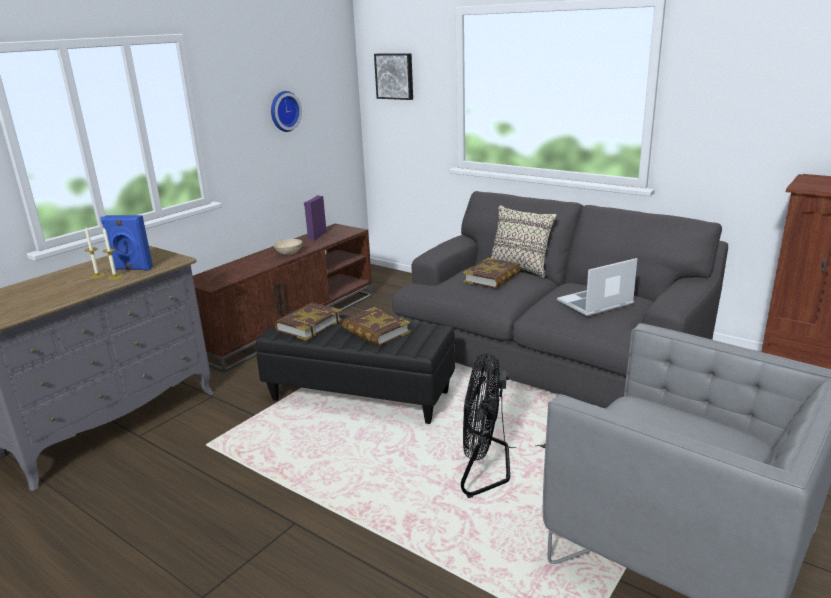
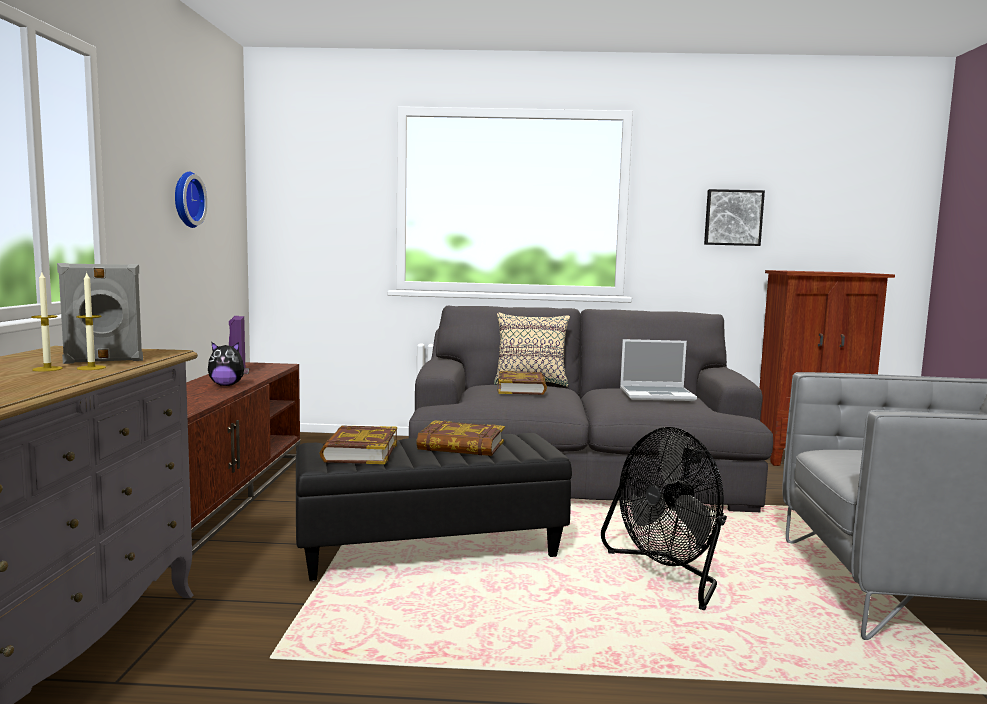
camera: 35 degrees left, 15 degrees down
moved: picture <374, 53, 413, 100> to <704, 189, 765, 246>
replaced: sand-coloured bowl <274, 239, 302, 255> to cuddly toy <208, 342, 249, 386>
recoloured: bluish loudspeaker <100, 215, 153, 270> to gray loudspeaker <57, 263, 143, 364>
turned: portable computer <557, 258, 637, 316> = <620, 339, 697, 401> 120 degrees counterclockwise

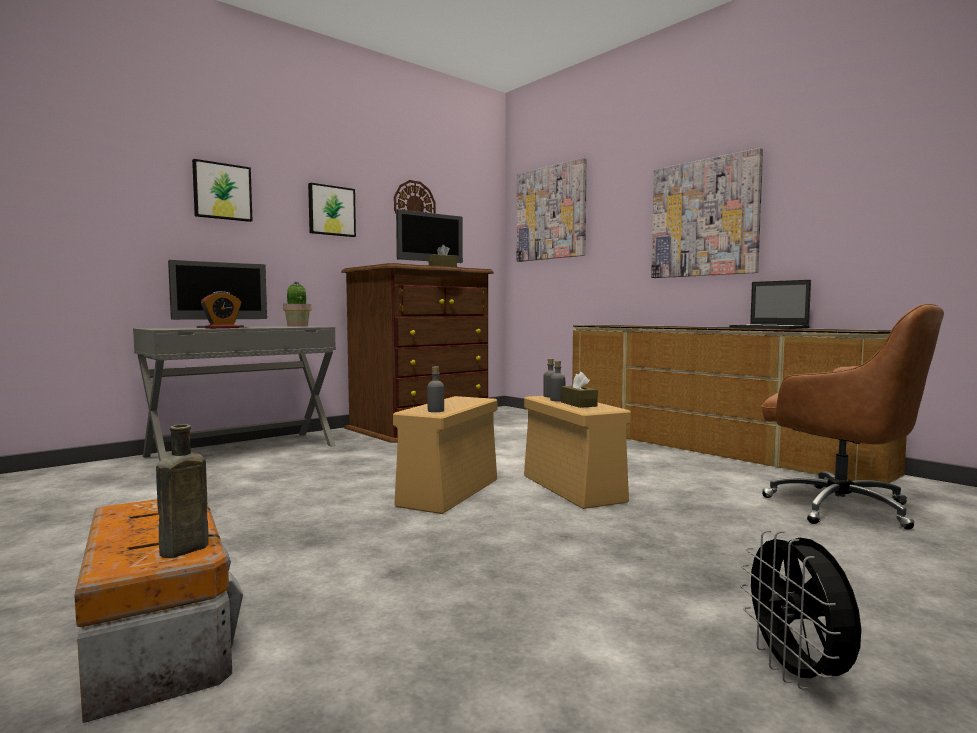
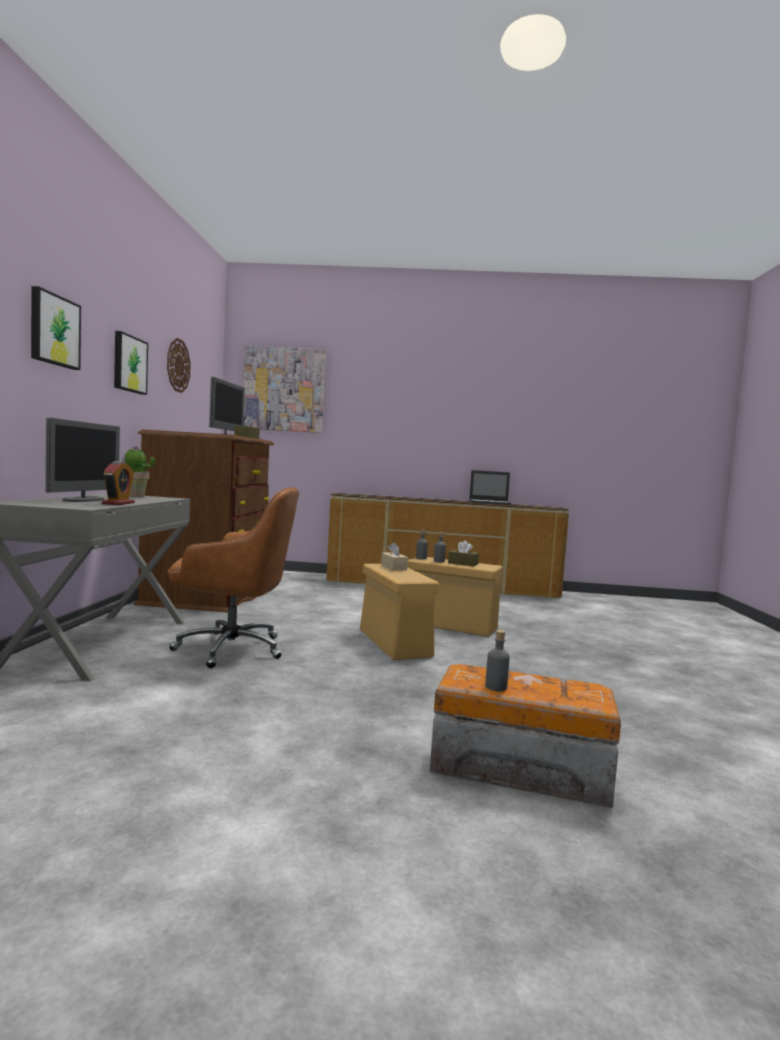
camera: 45 degrees left, 0 degrees up
removed: brown drink bottle <156, 424, 209, 558>; picture <651, 148, 763, 278>; black-coloured fan <740, 530, 861, 690>
added: sand-coloured tissue box <381, 542, 408, 570>
moved: gray drink bottle <427, 367, 444, 412> to <485, 630, 510, 691>; brown office chair <762, 304, 944, 530> to <168, 487, 299, 668>

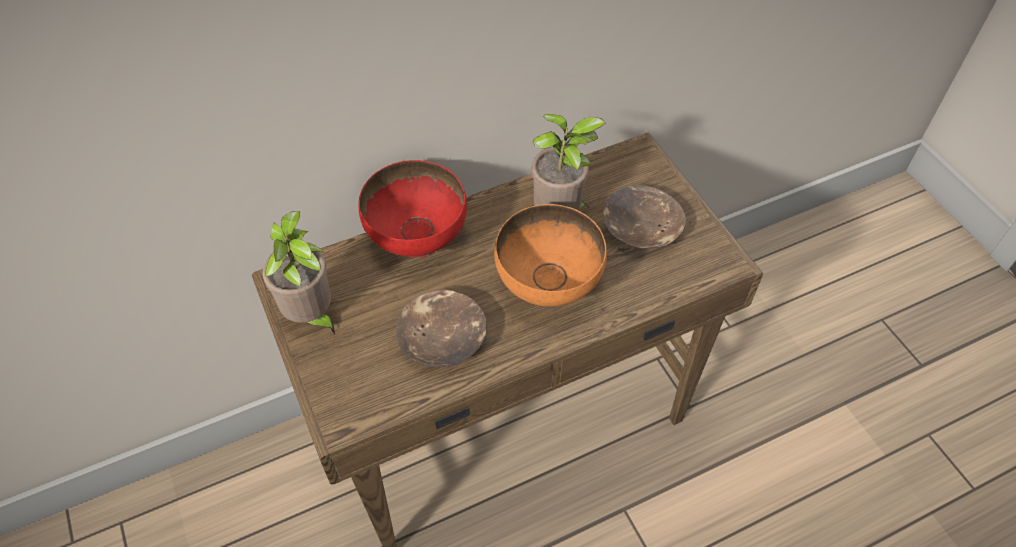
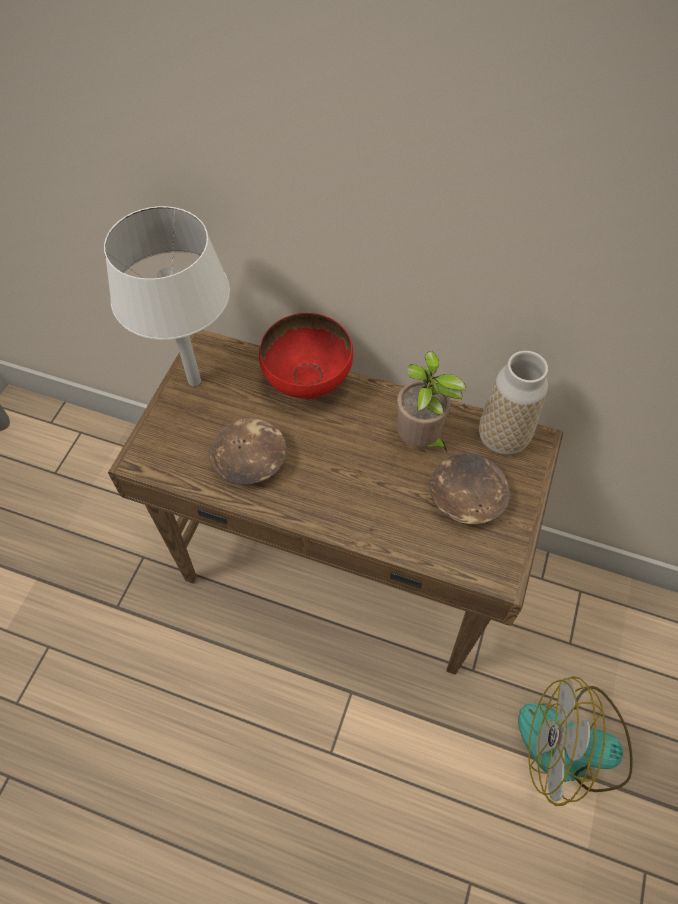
camera: 45 degrees right, 5 degrees up
removed: orange bowl <494, 204, 607, 307>
added: decorative vase <479, 351, 548, 456>; fan <518, 676, 633, 806>
replaced: plant in a pot <262, 211, 335, 335> to white table lamp <104, 206, 230, 387>

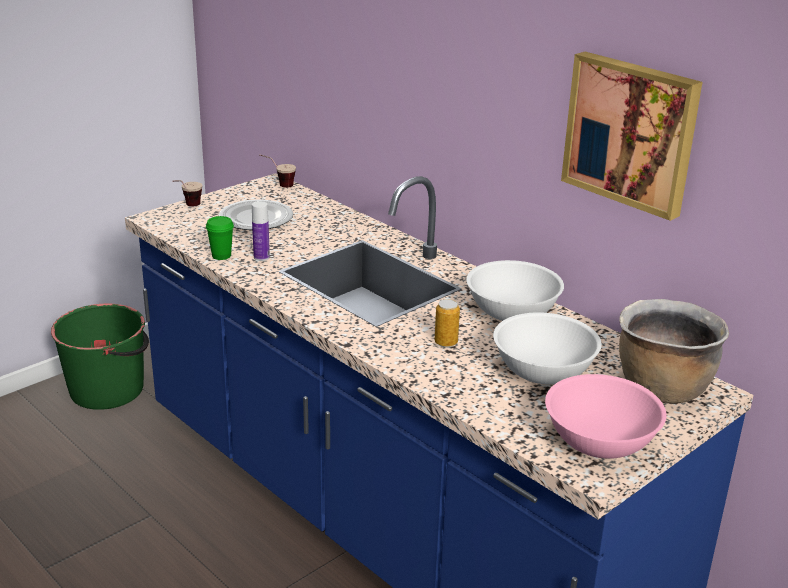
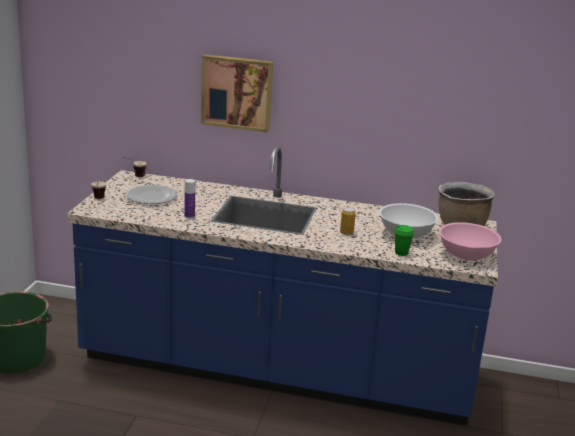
camera: 35 degrees left, 5 degrees down
removed: white bowl <467, 260, 564, 321>
moved: green drinking cup <206, 216, 234, 260> to <394, 225, 414, 256>; picture <561, 52, 702, 221> to <201, 54, 273, 133>

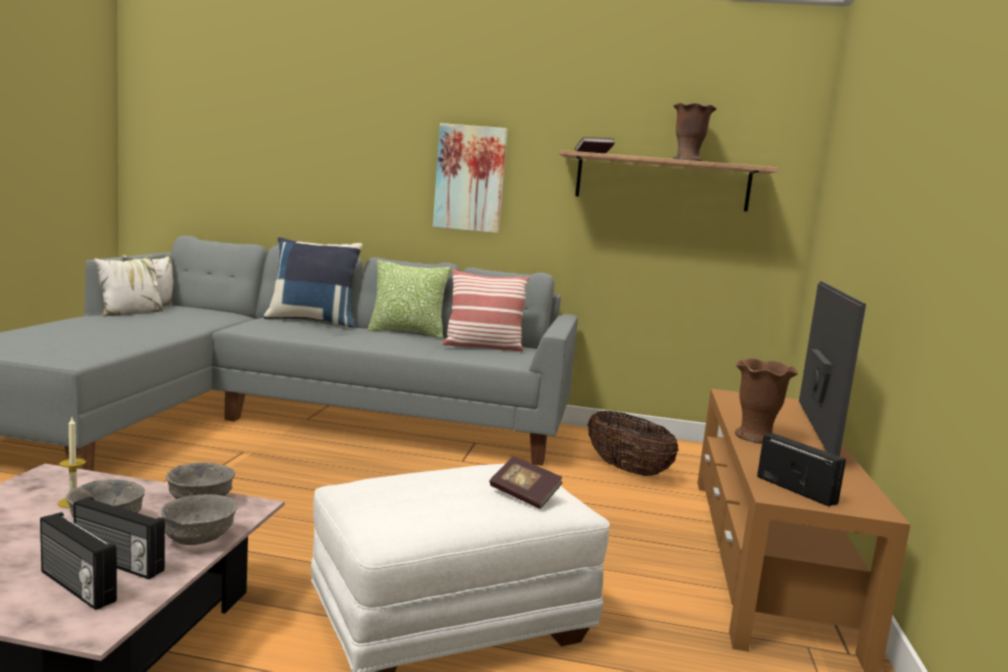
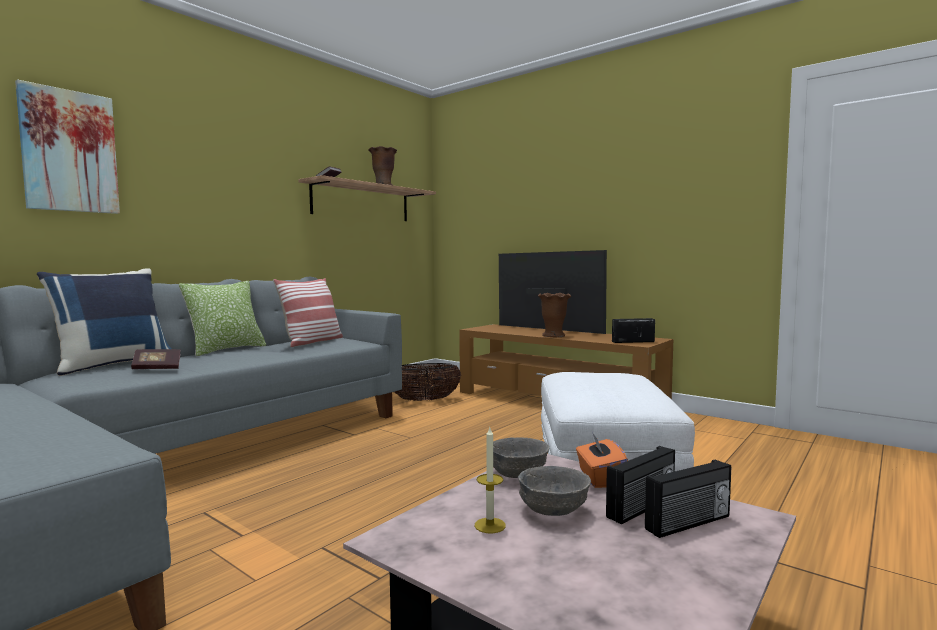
camera: 60 degrees left, 5 degrees down
moved: picture <433, 123, 508, 233> to <15, 79, 120, 214>; book <490, 456, 563, 509> to <131, 349, 181, 369>
replaced: gray bowl <161, 494, 237, 545> to orange tissue box <576, 432, 628, 488>

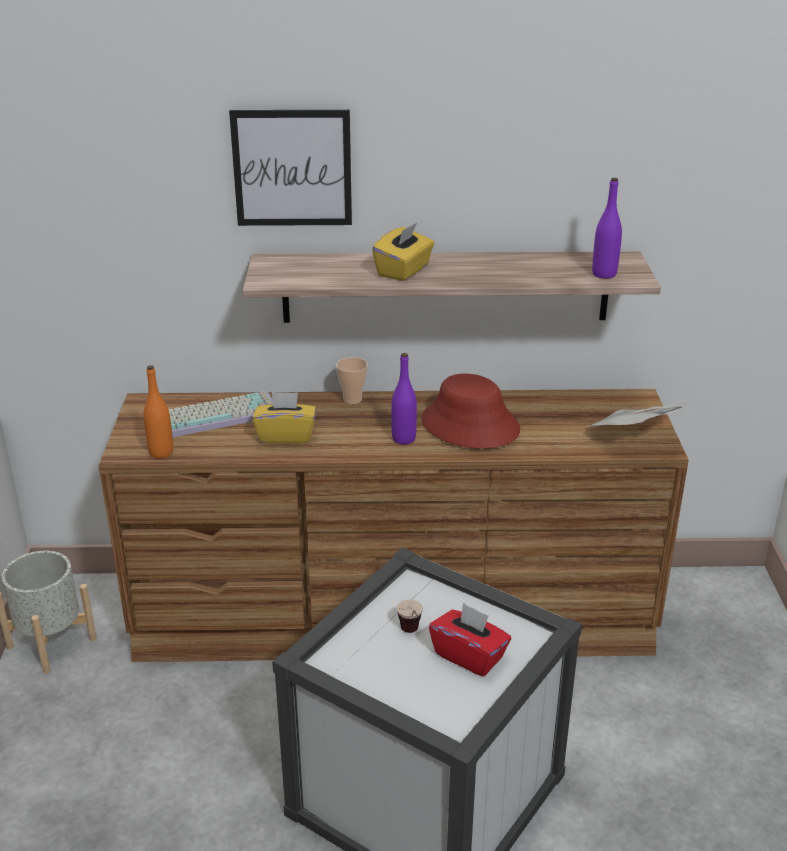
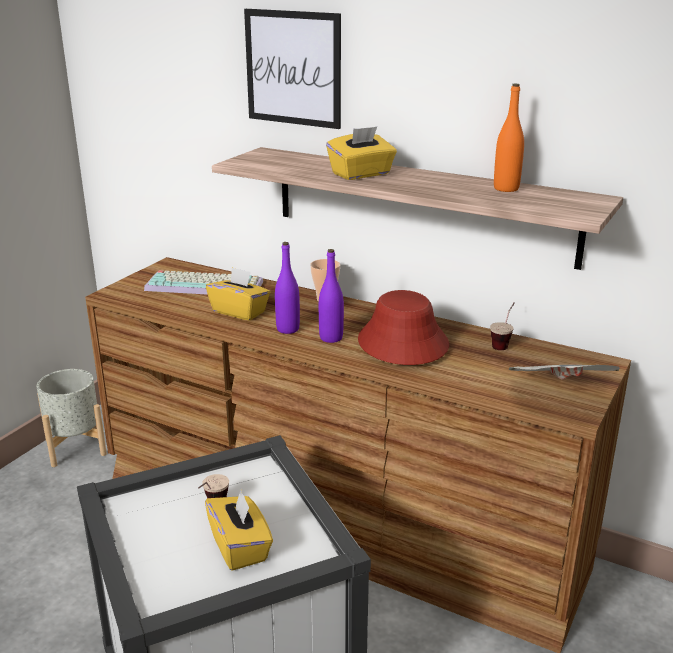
camera: 30 degrees right, 5 degrees down
added: drinking cup <490, 302, 515, 350>
moved: orange drink bottle <144, 365, 173, 458> to <494, 84, 524, 192>; purple drink bottle <592, 178, 622, 279> to <275, 242, 300, 334>
recoloured: red tissue box <429, 603, 511, 677> to yellow-coloured tissue box <205, 490, 273, 571>

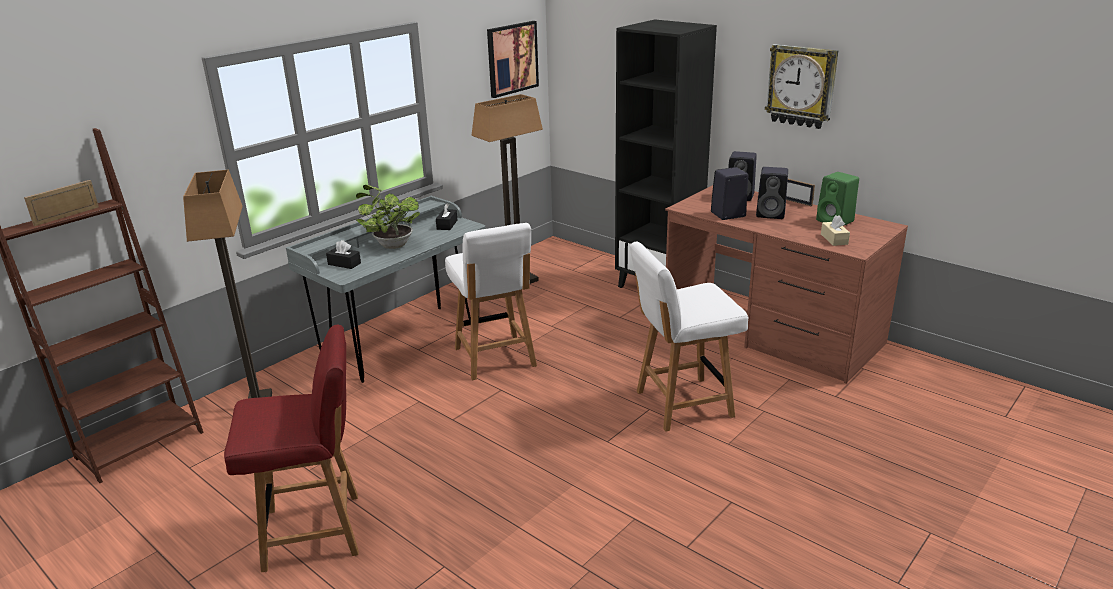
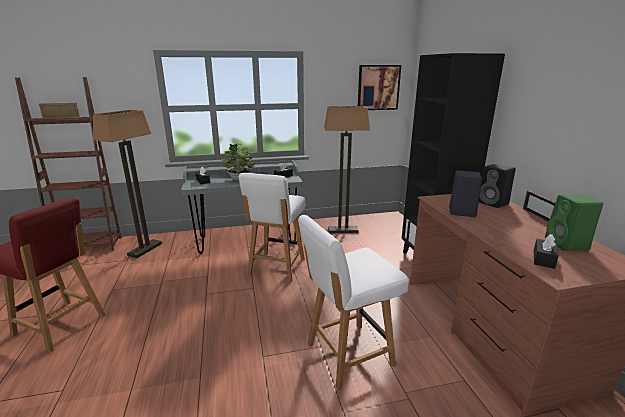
camera: 35 degrees right, 5 degrees down
removed: black-coloured loudspeaker <756, 167, 788, 219>; clock on the wall <765, 44, 838, 129>
recoloured: sand-coloured tissue box <821, 215, 850, 246> to black-coloured tissue box <533, 234, 559, 269>
turned: white plain chair <630, 242, 748, 432> = <298, 215, 409, 390> 45 degrees counterclockwise

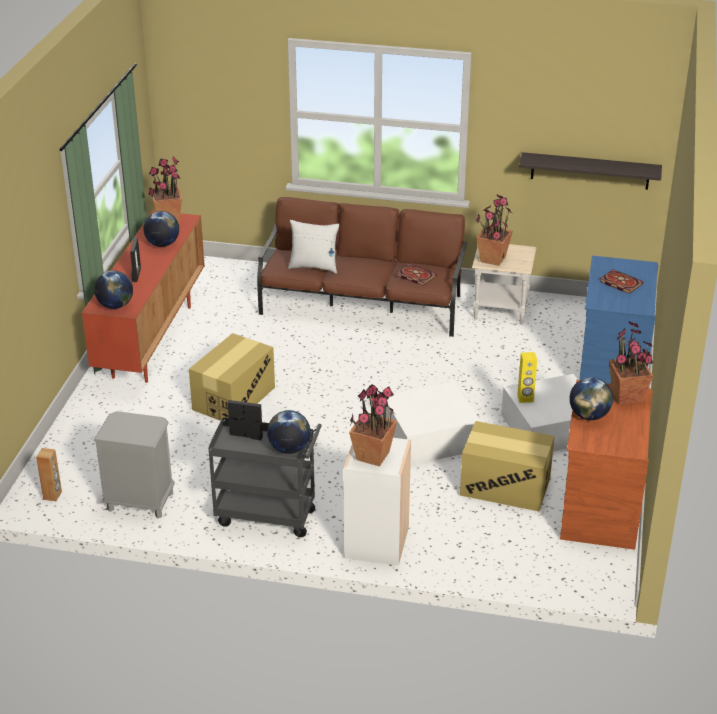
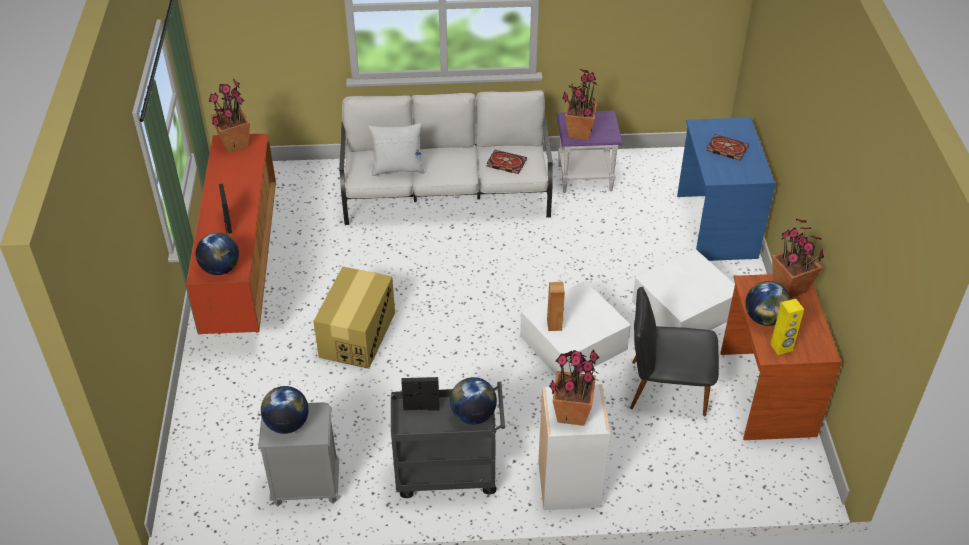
camera: 15 degrees left, 10 degrees up
removed: wall shelf <519, 152, 662, 190>
moved: brown loudspeaker <36, 448, 62, 501> to <547, 281, 565, 331>; desk globe <144, 211, 179, 247> to <261, 386, 309, 434>; yellow-coloured loudspeaker <517, 352, 537, 403> to <770, 299, 804, 355>
replaced: carton <460, 421, 555, 511> to black-coloured plain chair <630, 286, 719, 416>
recoloured: brown settee <257, 197, 467, 337> to white settee <339, 90, 553, 225>; sand-coloured accent table <472, 244, 536, 325> to purple accent table <556, 111, 623, 193>

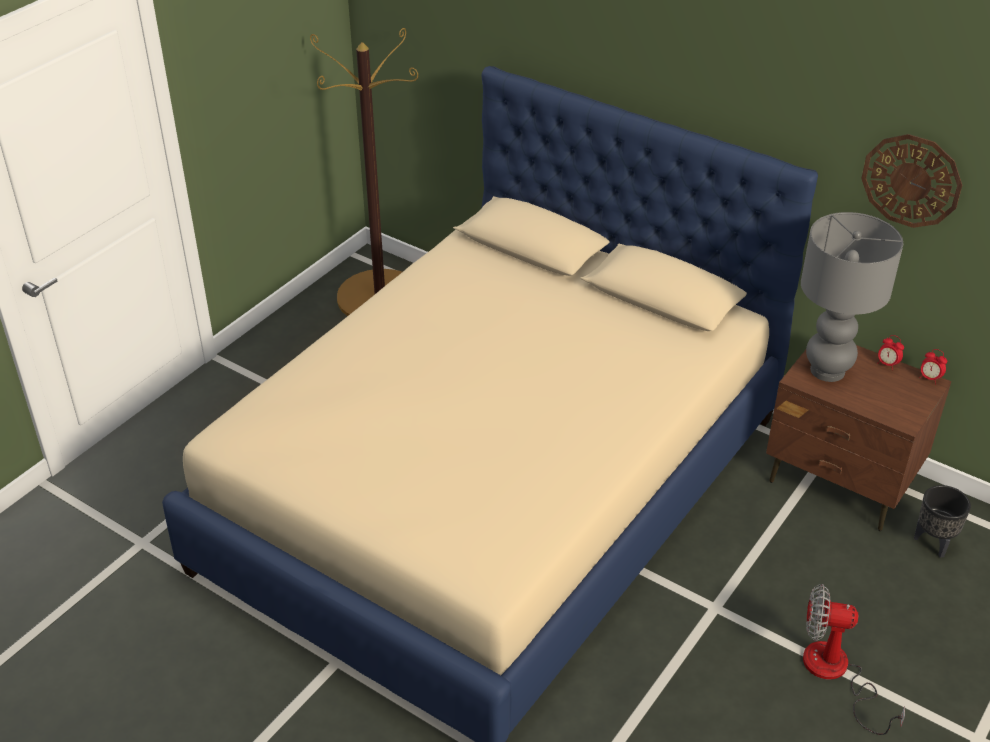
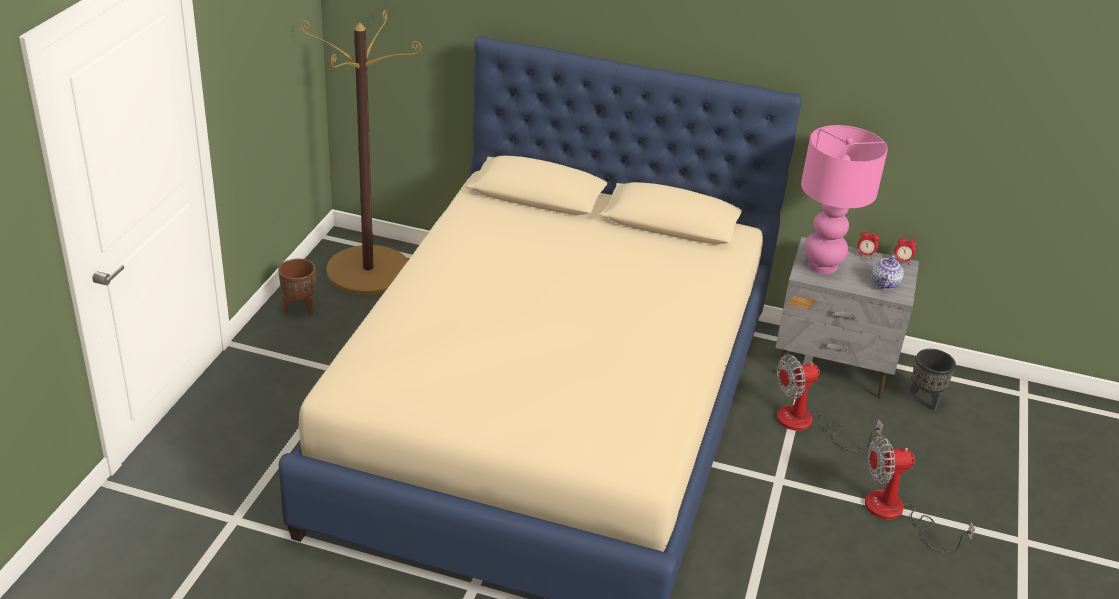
camera: 20 degrees left, 5 degrees down
removed: clock on the wall <861, 134, 962, 228>
added: brown flower pot <278, 259, 316, 315>; fan <777, 354, 883, 451>; teapot <872, 254, 904, 289>
recoloured: brown night table <766, 345, 951, 531> to gray night table <775, 237, 919, 398>; gray table lamp <801, 212, 903, 382> to pink-coloured table lamp <801, 125, 888, 274>

